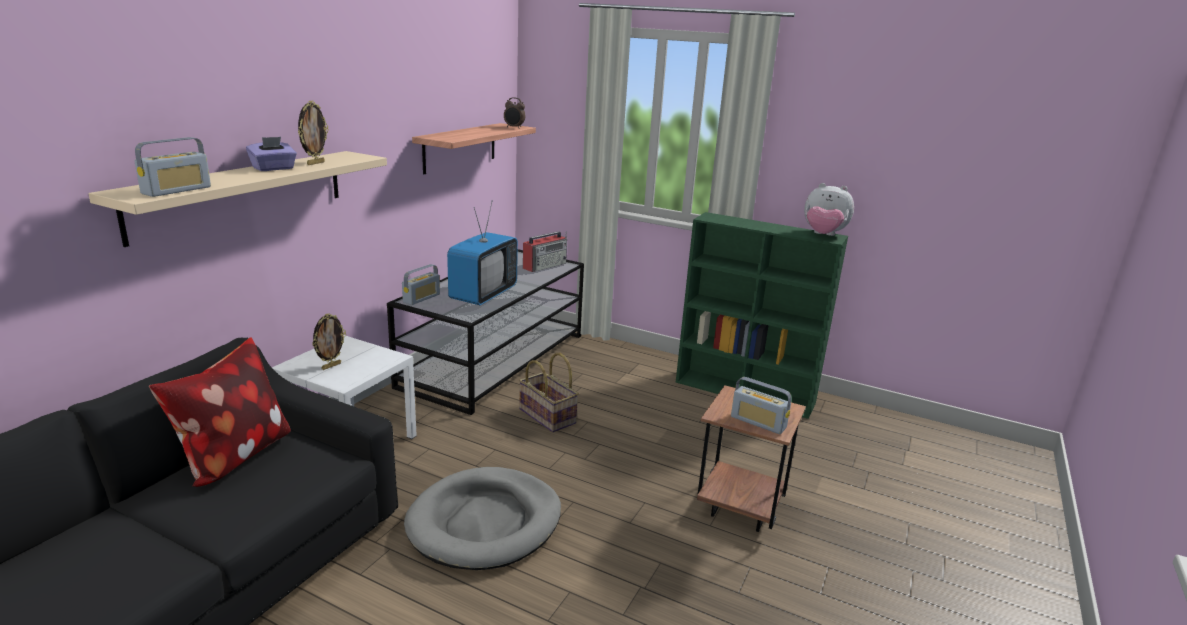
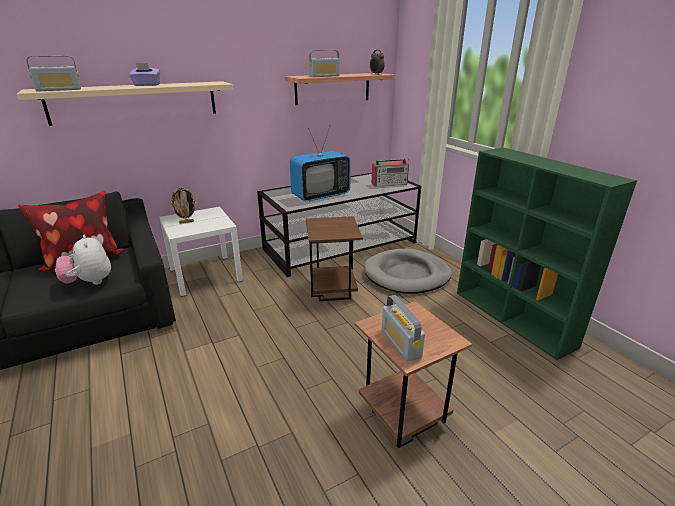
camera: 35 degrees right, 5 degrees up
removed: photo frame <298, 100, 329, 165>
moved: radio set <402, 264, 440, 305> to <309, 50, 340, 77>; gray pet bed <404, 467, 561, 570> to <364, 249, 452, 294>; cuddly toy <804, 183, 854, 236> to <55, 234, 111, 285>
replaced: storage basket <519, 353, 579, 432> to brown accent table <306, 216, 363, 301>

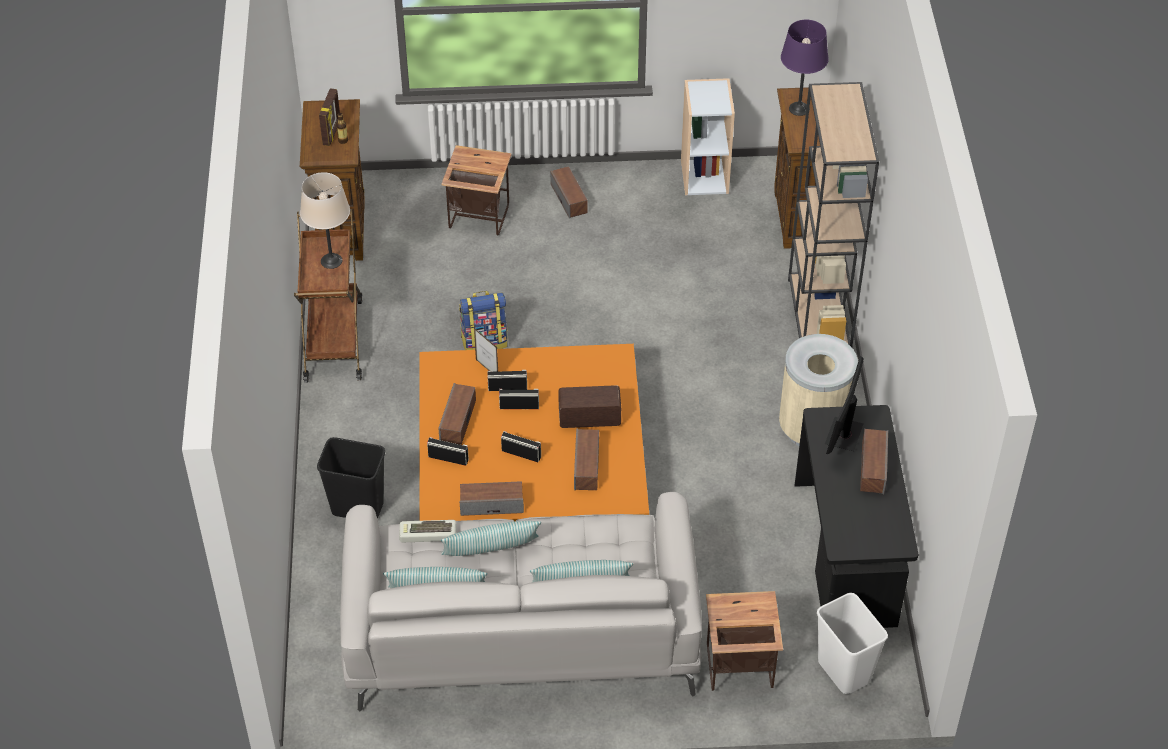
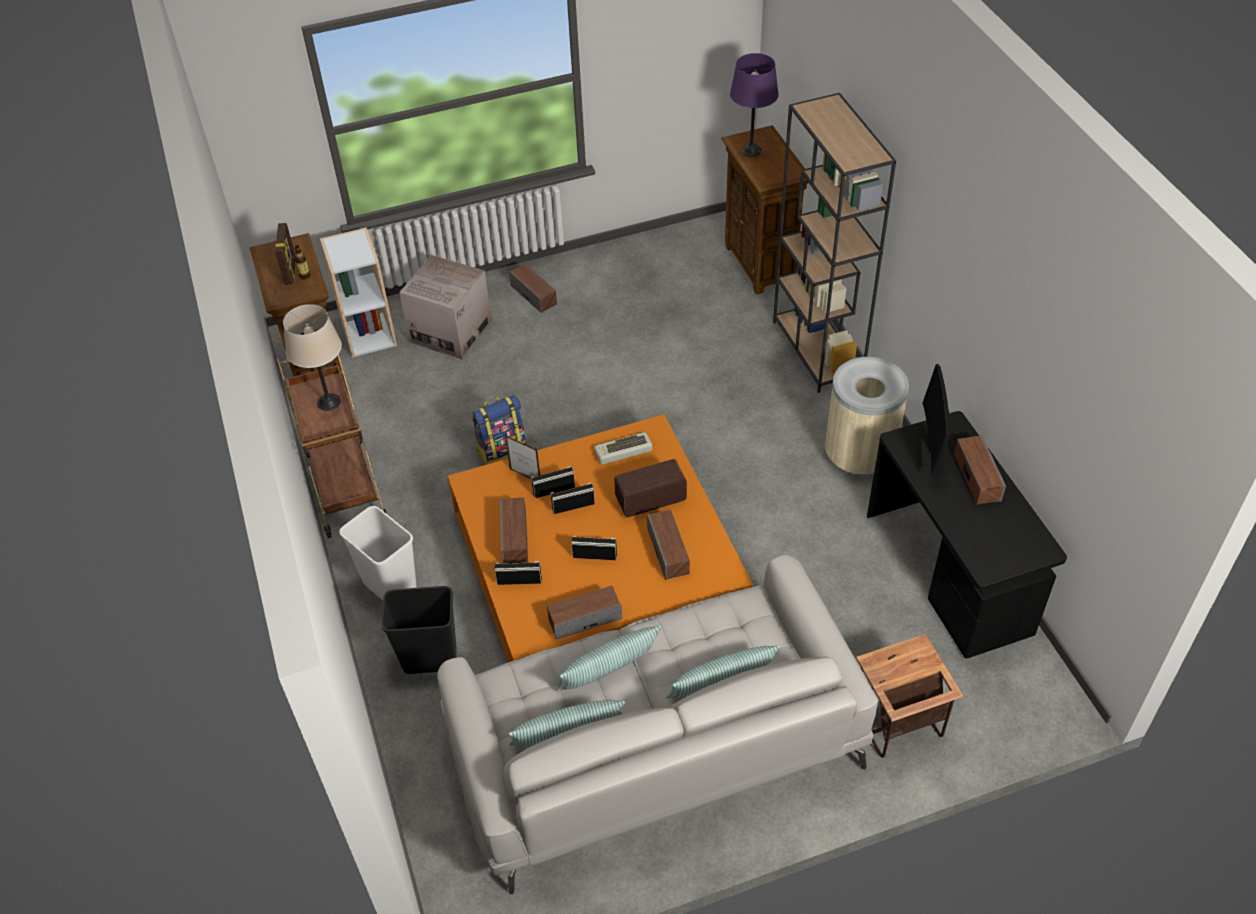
camera: 15 degrees left, 0 degrees up
moved: computer keyboard <399, 520, 456, 542> to <594, 432, 652, 465>; bookcase <681, 78, 735, 195> to <320, 227, 397, 357>; white trash can <817, 593, 888, 694> to <339, 506, 417, 600>
replaced: accent table <441, 145, 512, 236> to carton <399, 255, 492, 360>

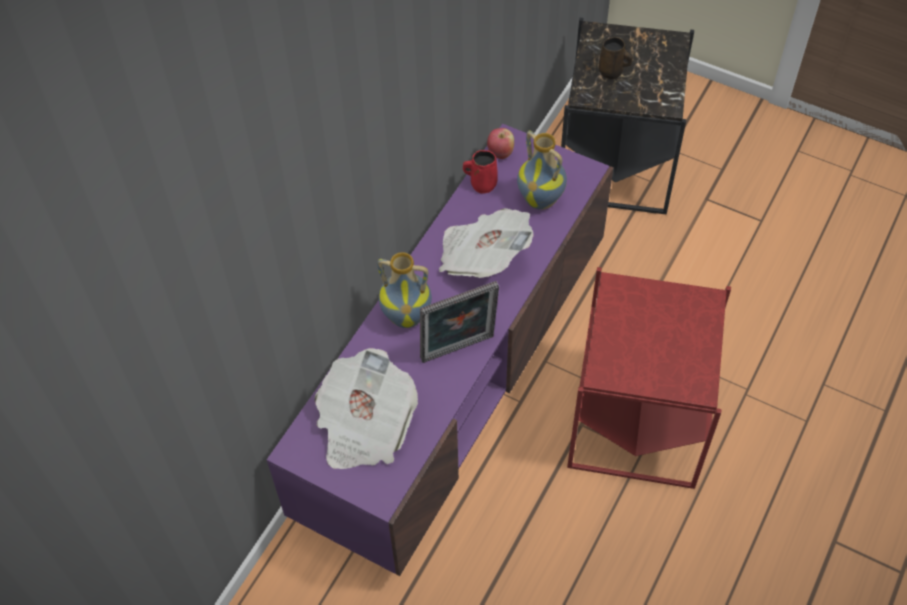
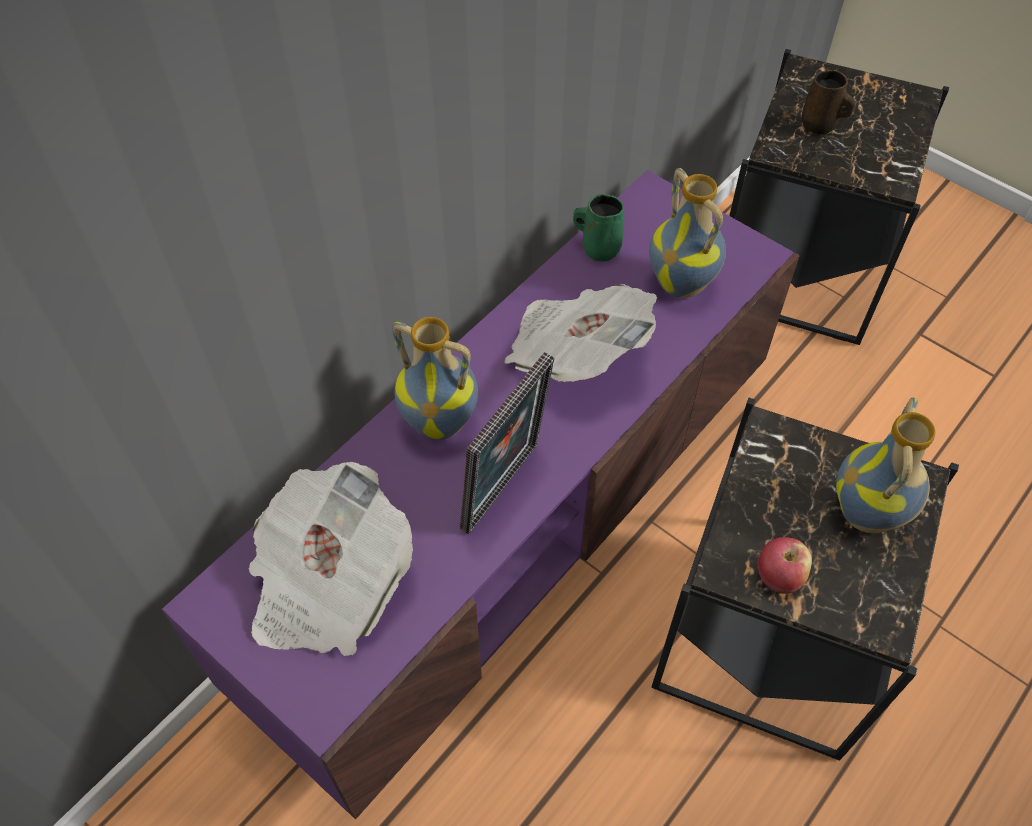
camera: 10 degrees right, 0 degrees up
added: decorative vase <836, 398, 935, 533>
moved: apple <487, 128, 514, 159> to <758, 537, 812, 594>
recoloured: red coffee mug <463, 150, 498, 194> to green coffee mug <573, 194, 624, 261>; red accent table <567, 267, 731, 489> to black-coloured accent table <651, 398, 959, 761>
turned: photo frame <420, 281, 499, 363> = <460, 352, 554, 534> 45 degrees counterclockwise

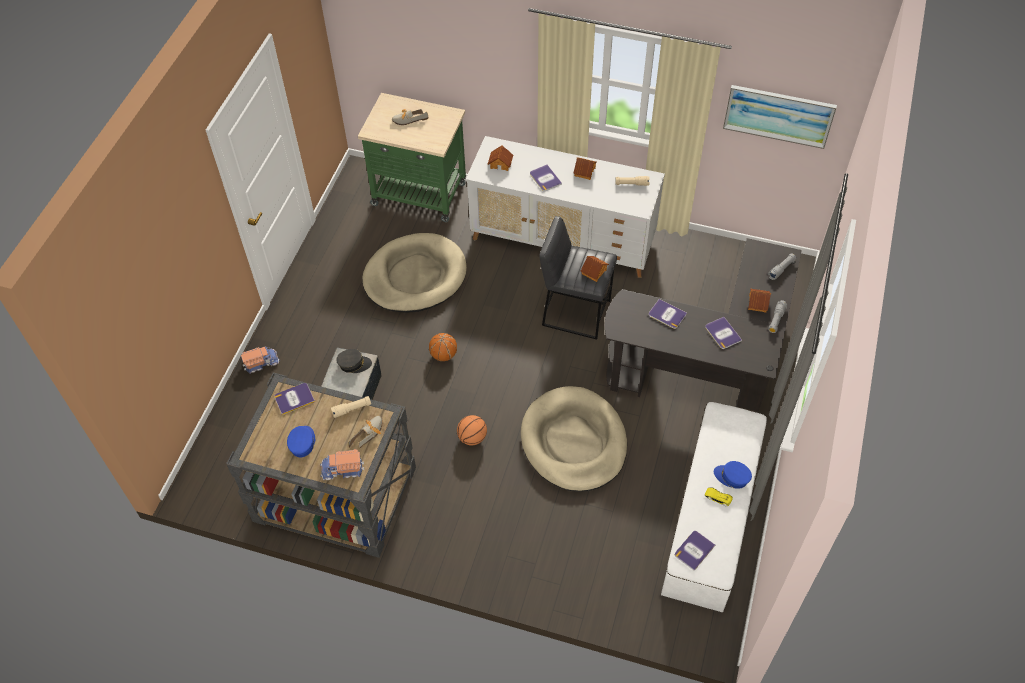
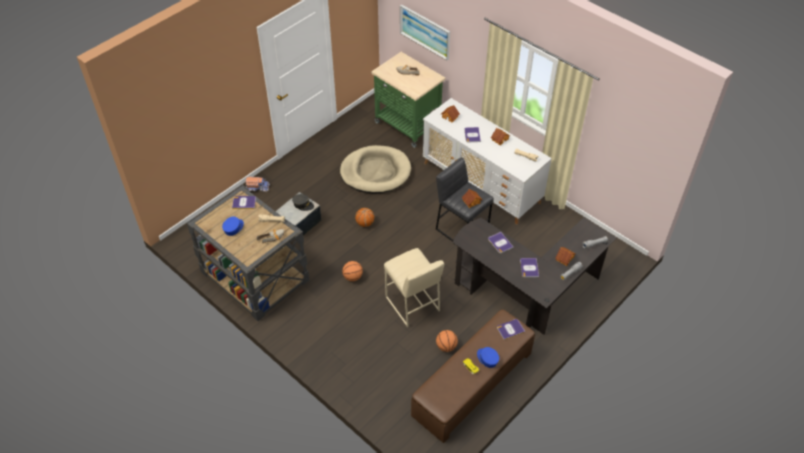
camera: 25 degrees right, 5 degrees down
removed: toy truck <320, 449, 364, 480>
added: basketball <436, 330, 458, 352>
moved: book <675, 531, 715, 571> to <497, 319, 525, 340>; picture <723, 85, 837, 149> to <400, 5, 450, 61>
replaced: sand-coloured pet bed <521, 386, 627, 492> to sand-coloured sitting stool <384, 248, 445, 327>
recoloured: white long seat <661, 402, 767, 612> to brown long seat <411, 309, 535, 443>

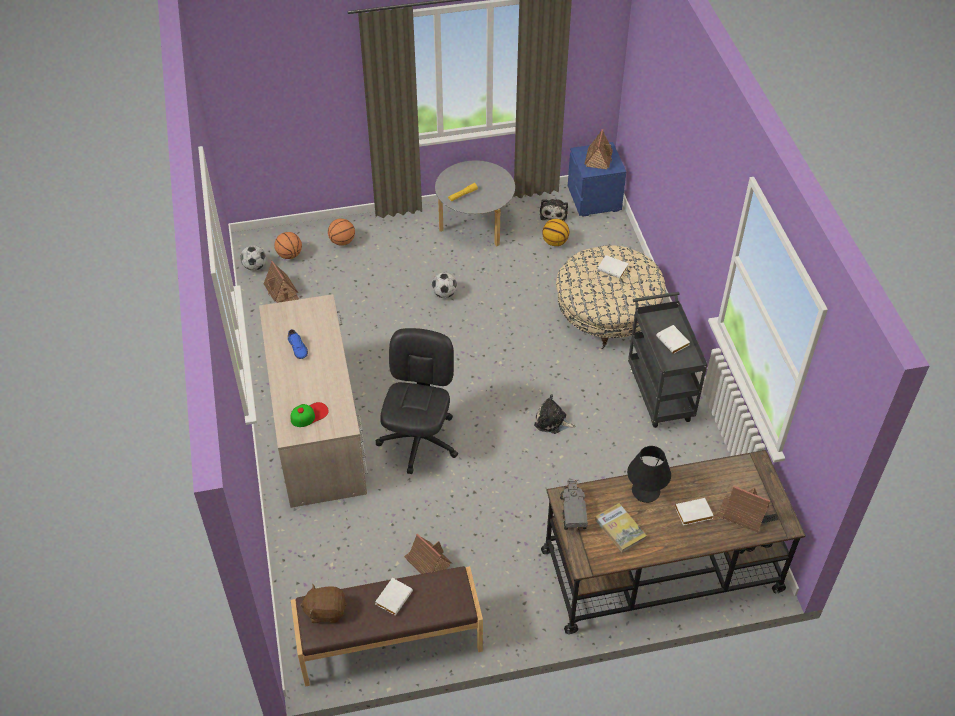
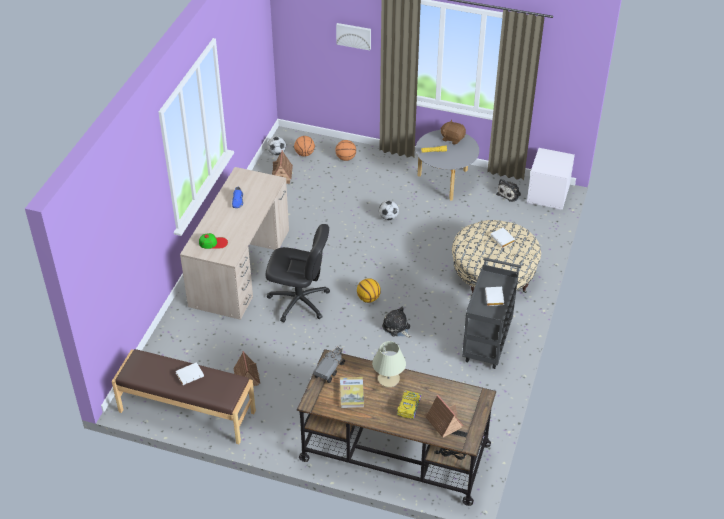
camera: 30 degrees right, 5 degrees down
removed: miniature house <584, 129, 613, 169>
added: picture <336, 23, 371, 50>
moved: brown cuddly toy <300, 584, 347, 623> to <440, 120, 466, 145>; basketball <542, 219, 569, 246> to <357, 278, 381, 303>
replaced: white book <675, 498, 714, 525> to model car <397, 390, 421, 419>
recoloured: bluish night table <568, 142, 626, 217> to white night table <527, 148, 575, 210>; black-coloured table lamp <627, 446, 671, 503> to sand-coloured table lamp <372, 341, 406, 387>
turned: black-coloured office chair <376, 328, 458, 474> = <266, 224, 330, 322> 60 degrees clockwise

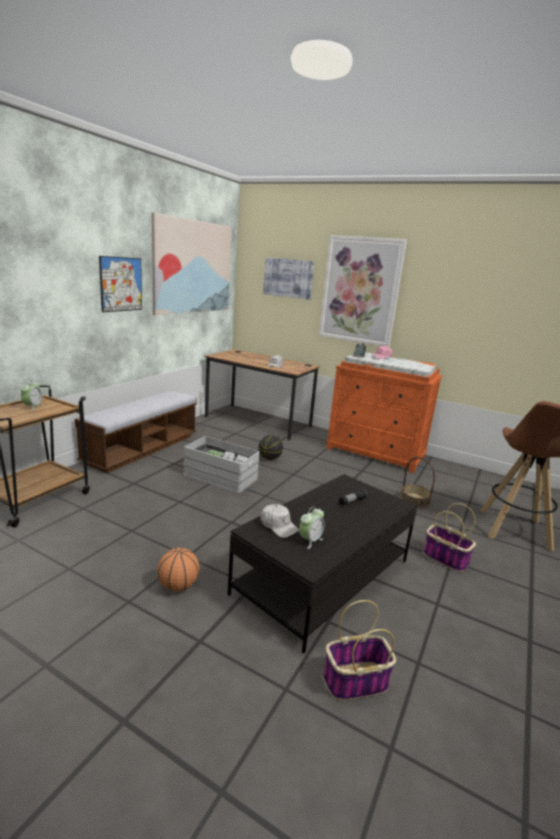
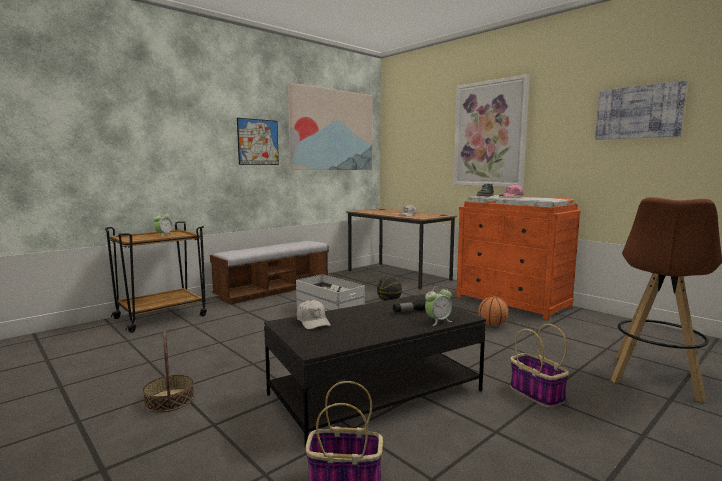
camera: 20 degrees right, 10 degrees down
moved: basketball <157, 548, 200, 591> to <478, 296, 509, 326>; picture <263, 257, 314, 300> to <595, 80, 687, 140>; alarm clock <299, 507, 325, 549> to <425, 286, 452, 326>; storage basket <400, 457, 435, 508> to <143, 330, 194, 413>

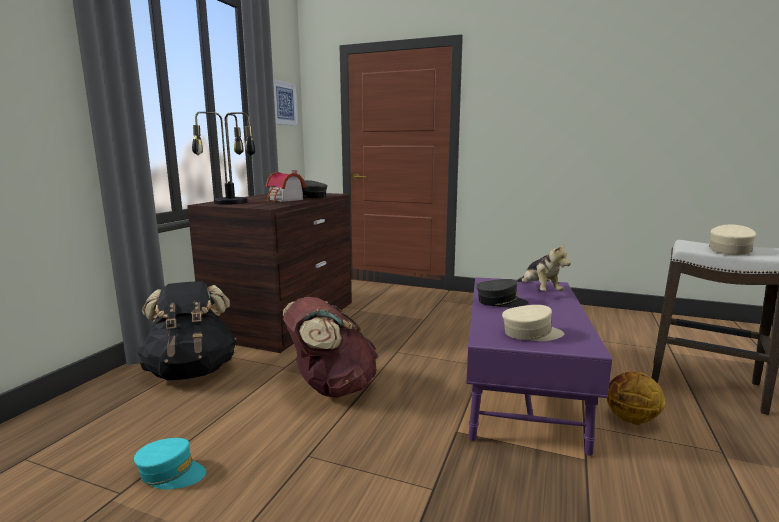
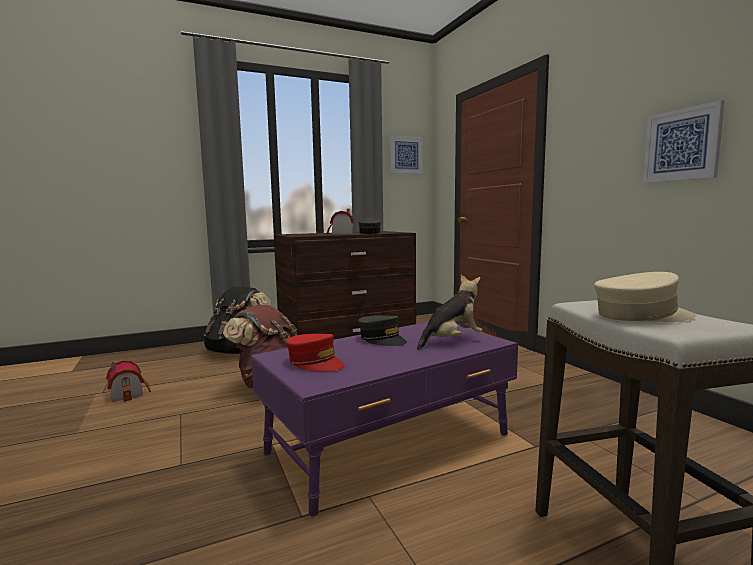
camera: 45 degrees right, 5 degrees down
removed: table lamp <192, 112, 255, 205>; basketball <607, 372, 665, 425>
added: picture <643, 100, 725, 183>
replaced: blue-green peaked cap <134, 438, 206, 490> to miniature house <106, 360, 151, 402>
recoloured: sand-coloured peaked cap <502, 305, 564, 341> to red peaked cap <286, 334, 345, 372>
turned: cuddly toy <517, 243, 571, 291> = <417, 275, 483, 350> 150 degrees counterclockwise

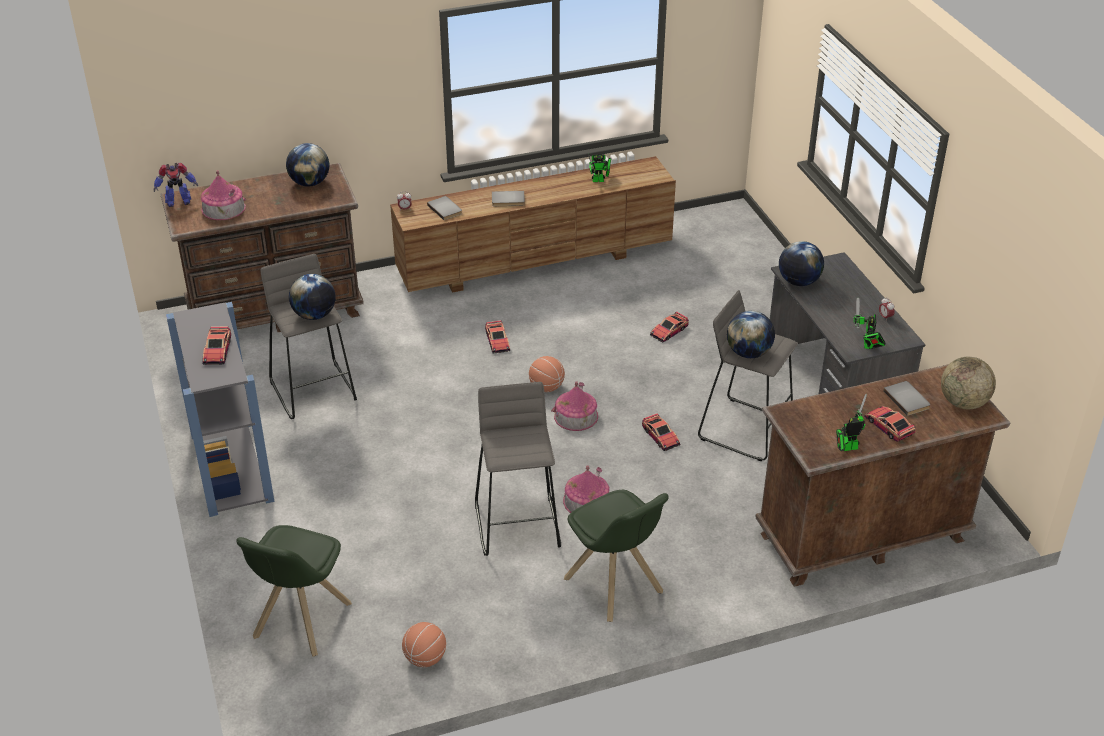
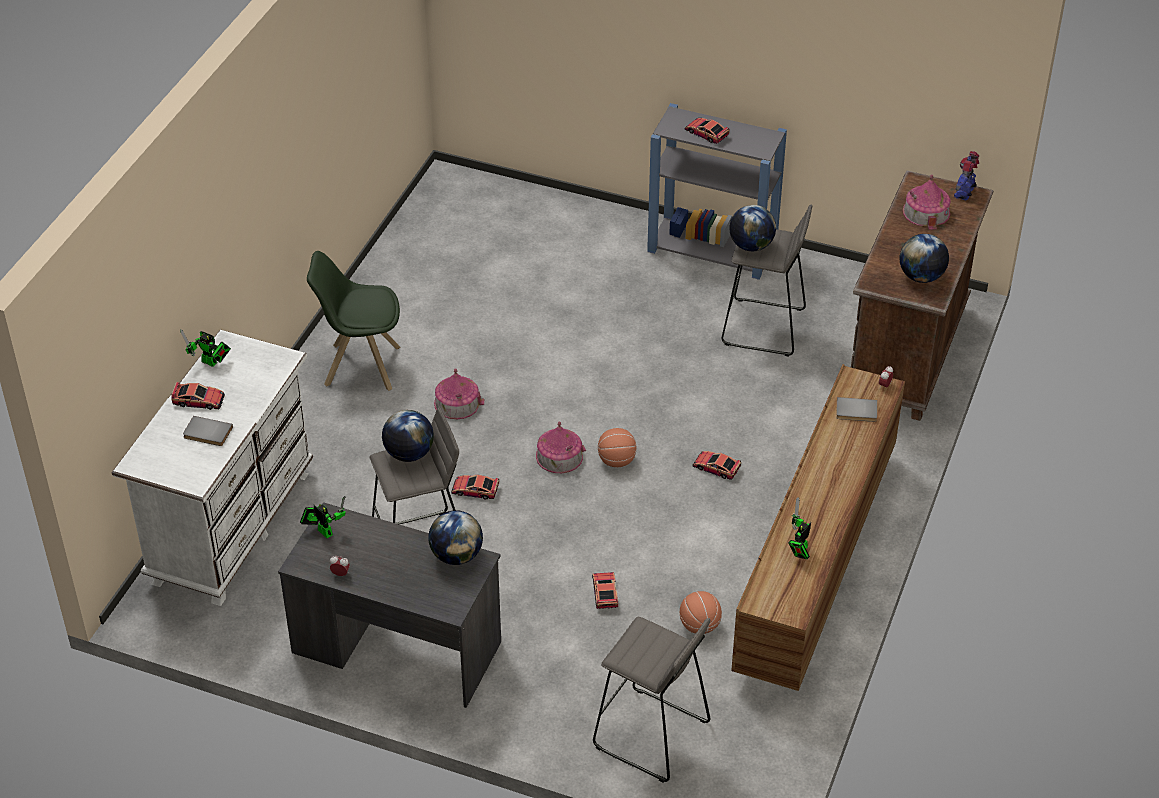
camera: 130 degrees right, 5 degrees up
removed: green plain chair <236, 525, 352, 657>; gray book <492, 191, 525, 206>; desk globe <941, 357, 996, 409>
moved: basketball <402, 622, 446, 667> to <680, 591, 722, 634>; gray sitting stool <475, 382, 561, 556> to <593, 617, 710, 783>
recoloured: brown dresser <755, 364, 1010, 587> to white dresser <111, 330, 313, 606>
turned: toy robot <836, 394, 867, 451> = <180, 329, 231, 367> 90 degrees clockwise

